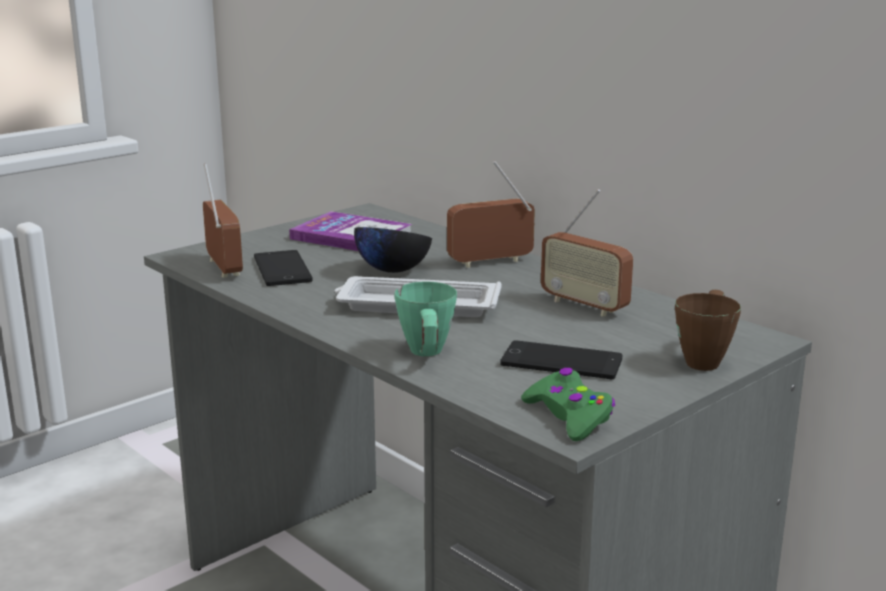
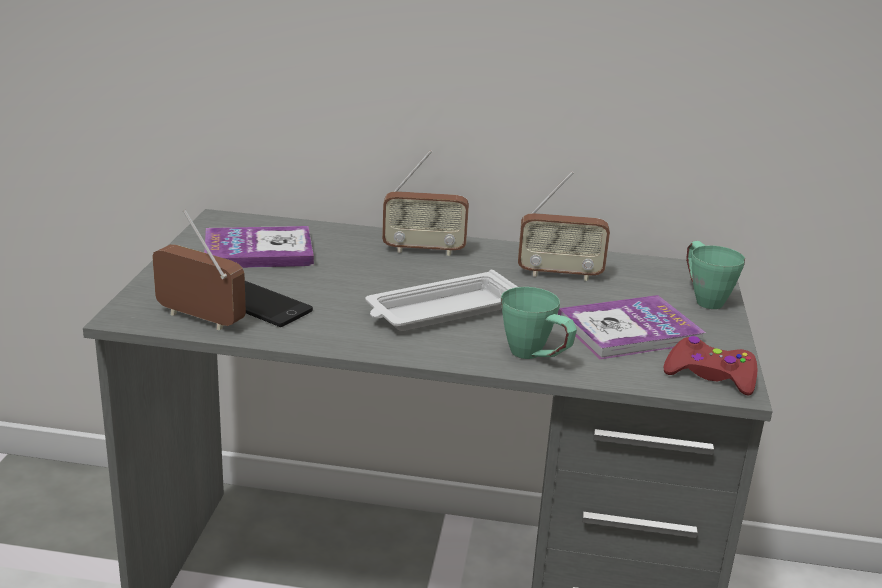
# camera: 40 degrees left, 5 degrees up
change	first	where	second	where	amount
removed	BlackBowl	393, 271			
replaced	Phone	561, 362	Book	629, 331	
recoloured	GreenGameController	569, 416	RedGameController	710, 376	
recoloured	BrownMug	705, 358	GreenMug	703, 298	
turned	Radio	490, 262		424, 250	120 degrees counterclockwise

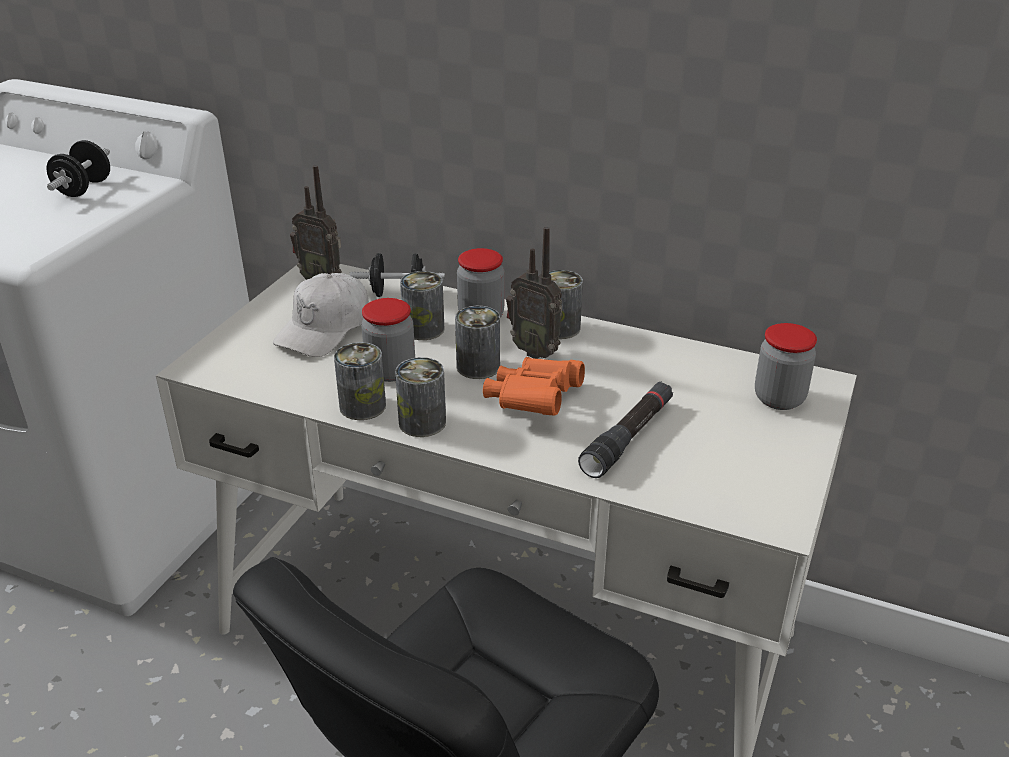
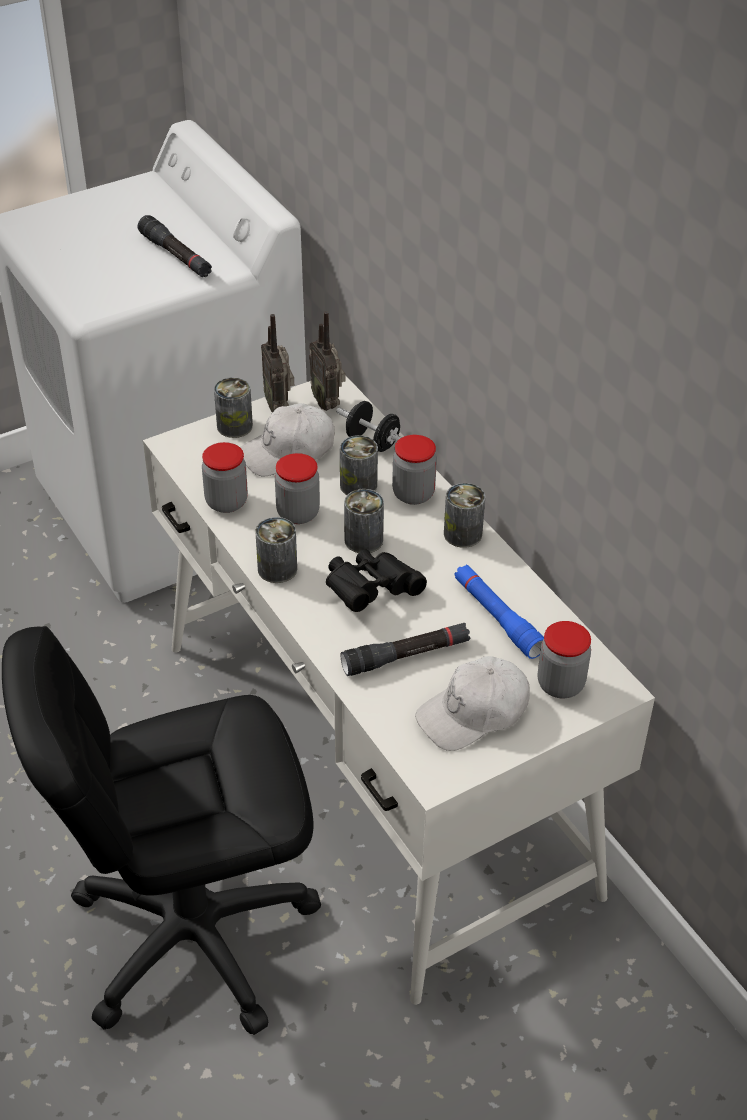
# camera: 35 degrees right, 10 degrees up
change	first	where	second	where	amount
added			Jar	226, 502	
added			WhiteCap	474, 713	
added			BlueFlashlight	497, 617	
moved	Can	362, 406		234, 426	
moved	Radio	535, 351		279, 405	
replaced	BlackDumbbell	84, 189	BlackFlashlight	176, 256	
recoloured	OrangeBinoculars	533, 402	BlackBinoculars	370, 591	

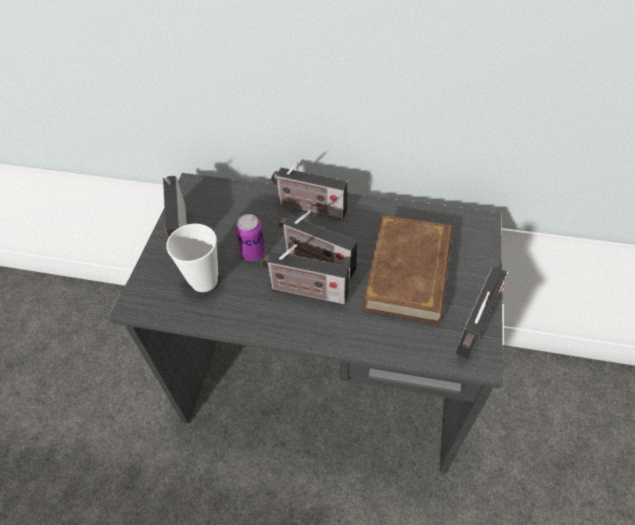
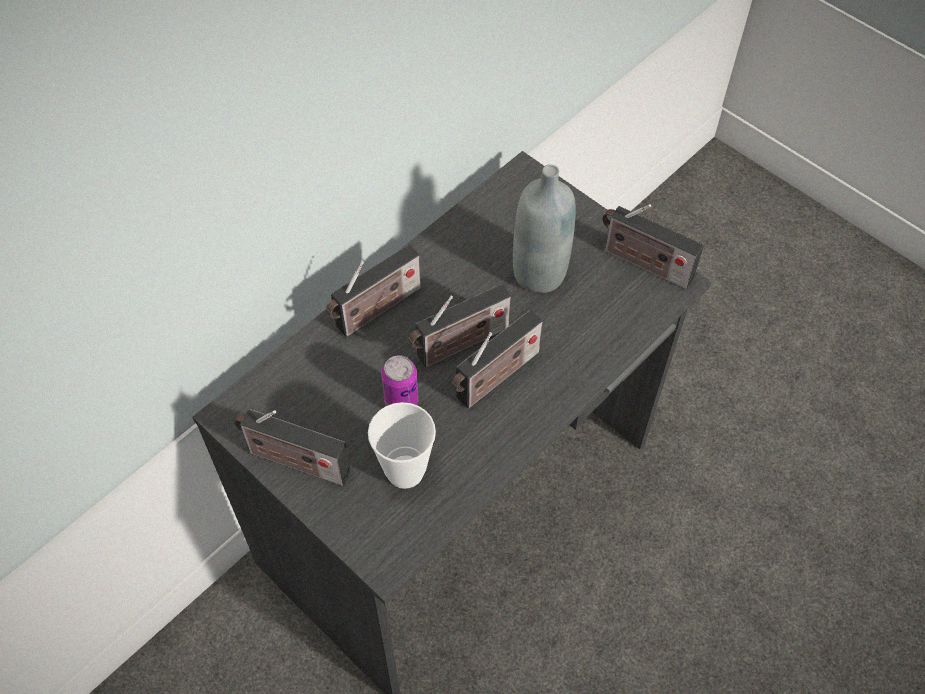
# camera: 60 degrees left, 5 degrees up
change	first	where	second	where	amount
replaced	BrownBook	409, 272	GreyBottle	539, 273	
turned	Radio	475, 329		643, 263	150 degrees clockwise

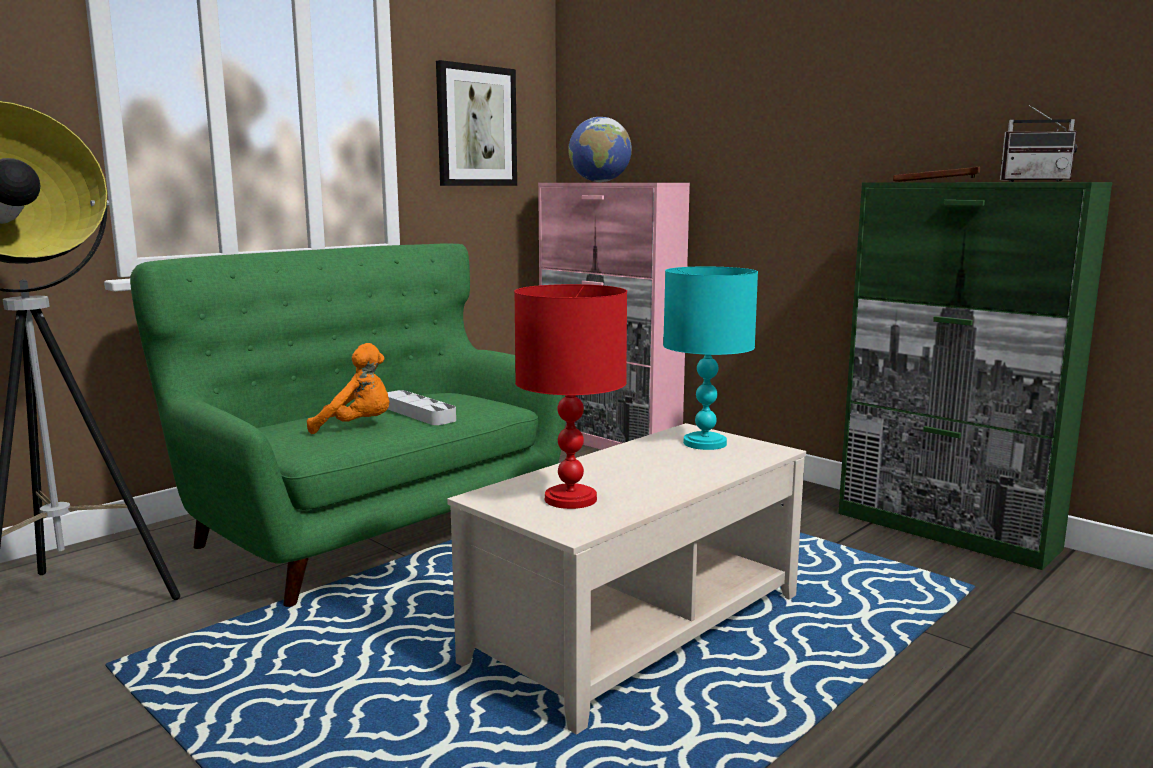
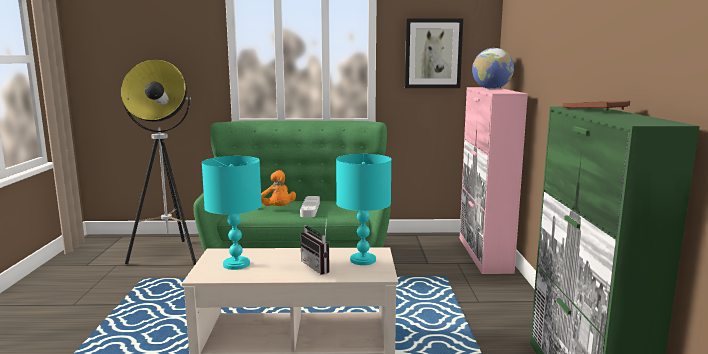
# camera: 45 degrees right, 0 degrees up
change	first	where	second	where	amount
moved	Radio	1033, 181		319, 267	
recoloured	RedTableLamp	572, 499	TurquoiseTableLamp	236, 264	

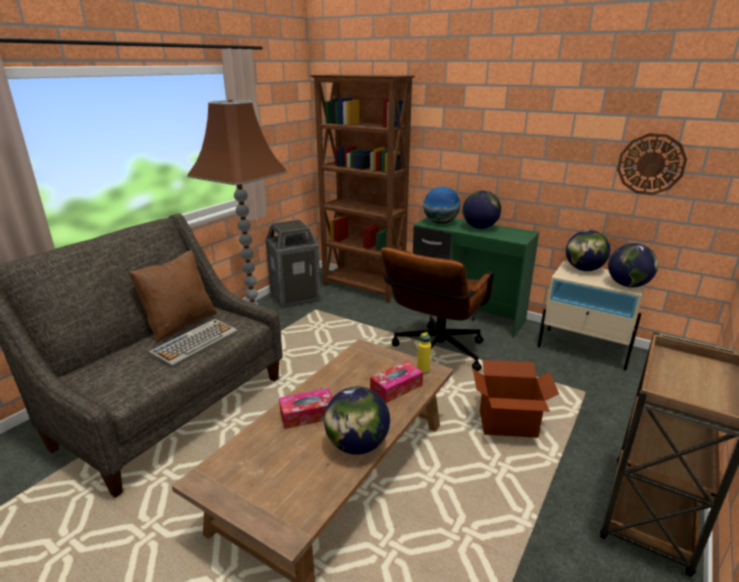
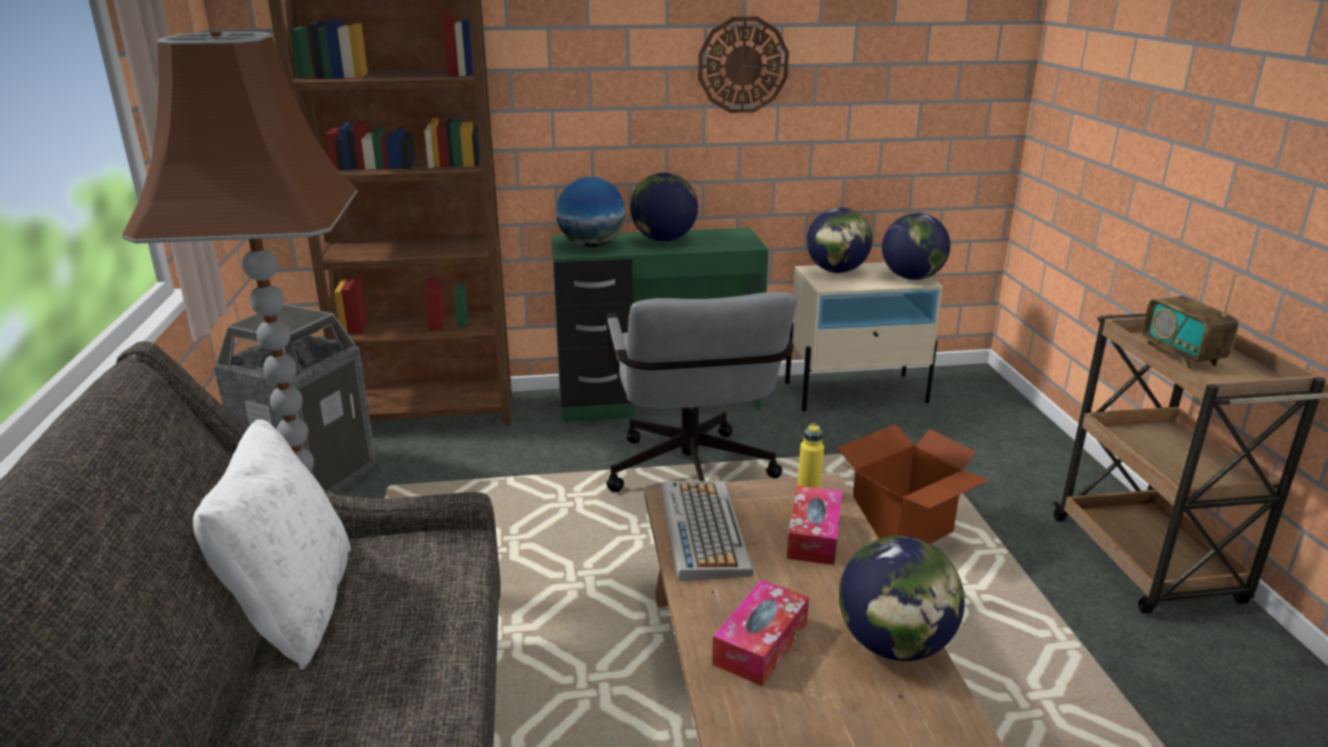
# camera: 40 degrees left, 0 degrees up
change	first	where	second	where	amount
added			Radio	1181, 356	
moved	Keyboard	195, 343		702, 529	
moved	WallClock	651, 164		743, 65	
recoloured	BrownPillow	179, 324	WhitePillow	293, 607	
recoloured	BrownOfficeChair	435, 355	GreyOfficeChair	692, 480	

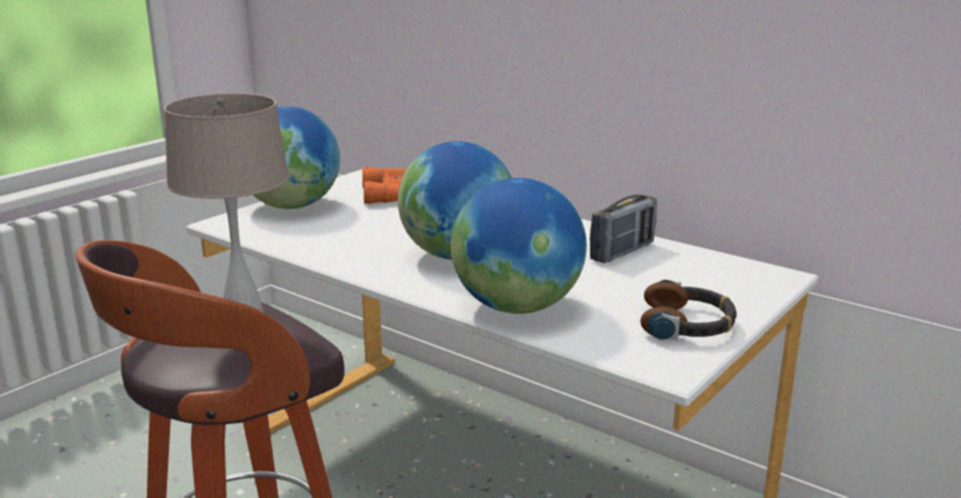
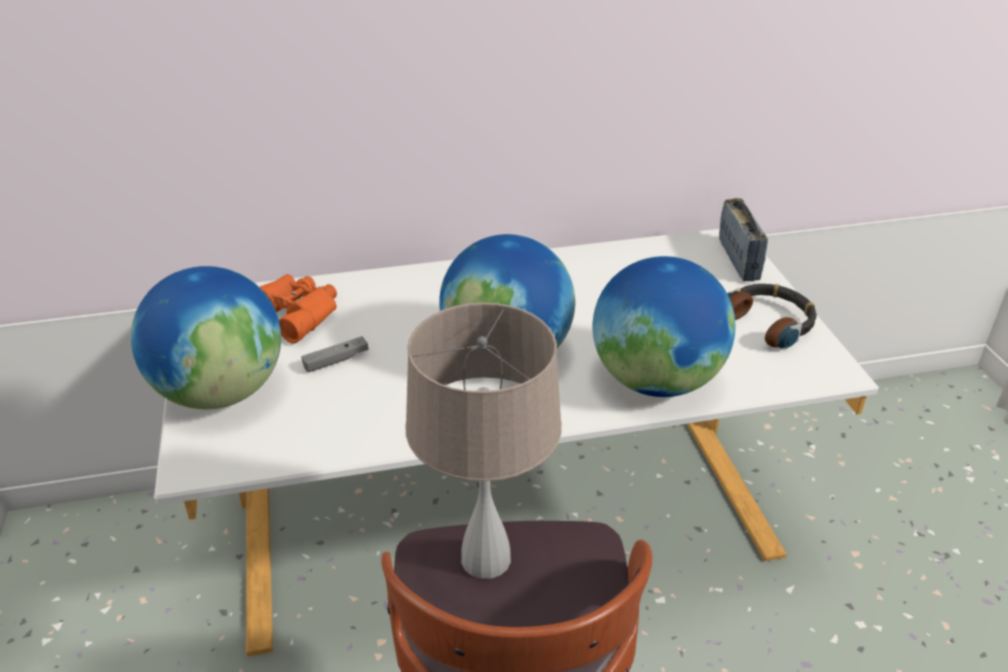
# camera: 50 degrees left, 15 degrees up
change	first	where	second	where	amount
added			GreyGameController	336, 360	
moved	Radio	622, 252		738, 260	

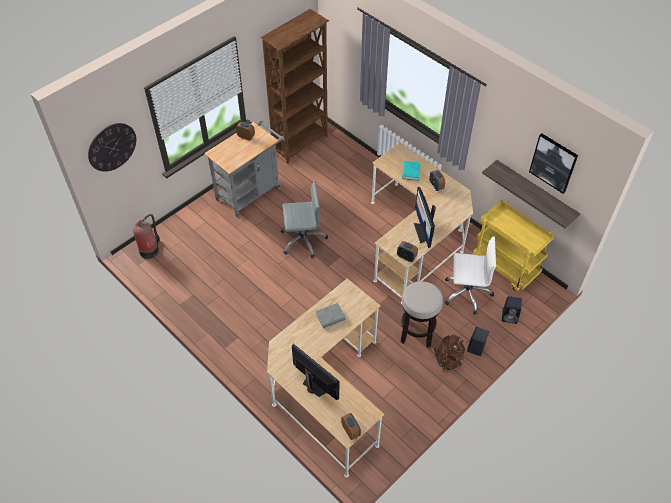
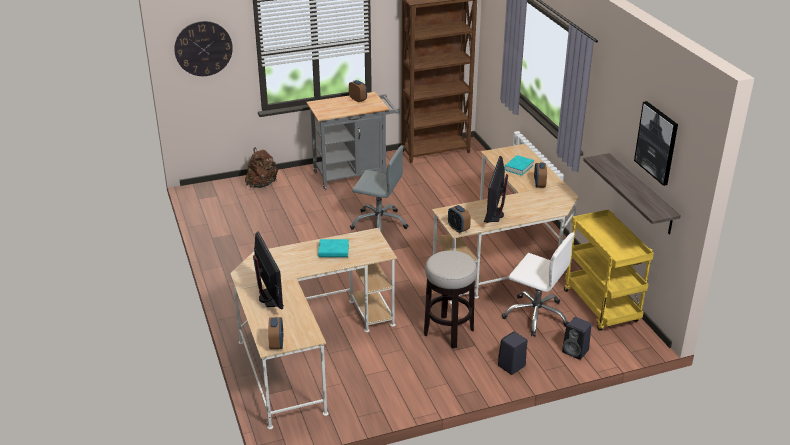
# camera: 25 degrees right, 20 degrees down
change	first	where	second	where	amount
removed	FireExtinguisher	150, 250			
moved	BrownBackpack	448, 360		262, 184	
recoloured	GreyBook	330, 317	TurquoiseBook	333, 251	

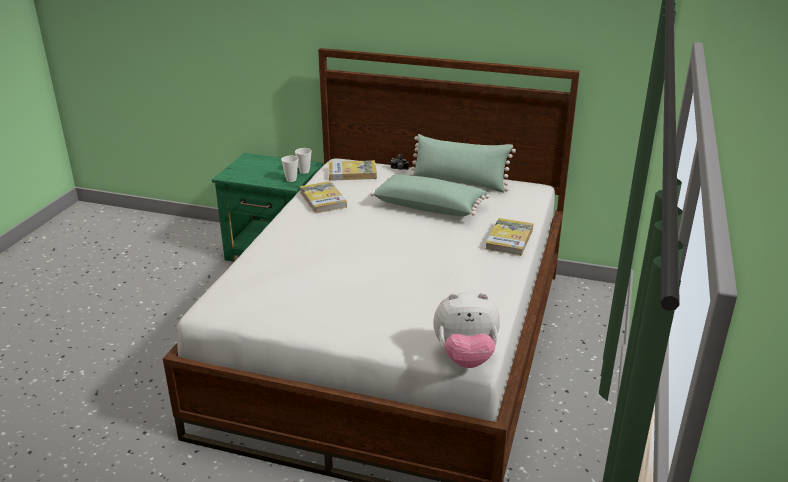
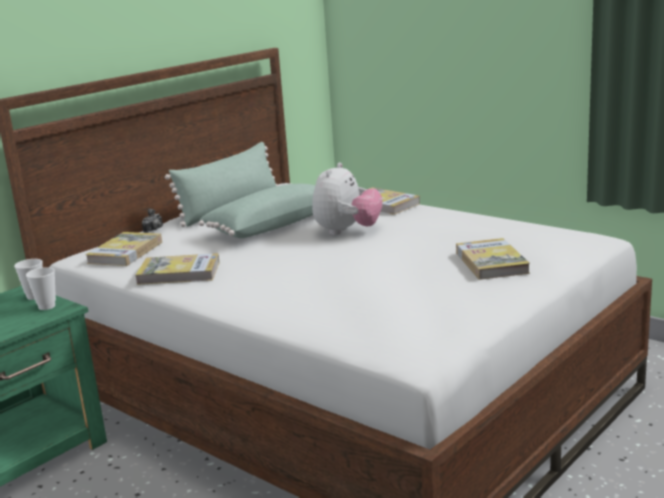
# camera: 65 degrees left, 10 degrees down
change	first	where	second	where	amount
added			Book	491, 263	
moved	PlushToy	465, 357		347, 232	

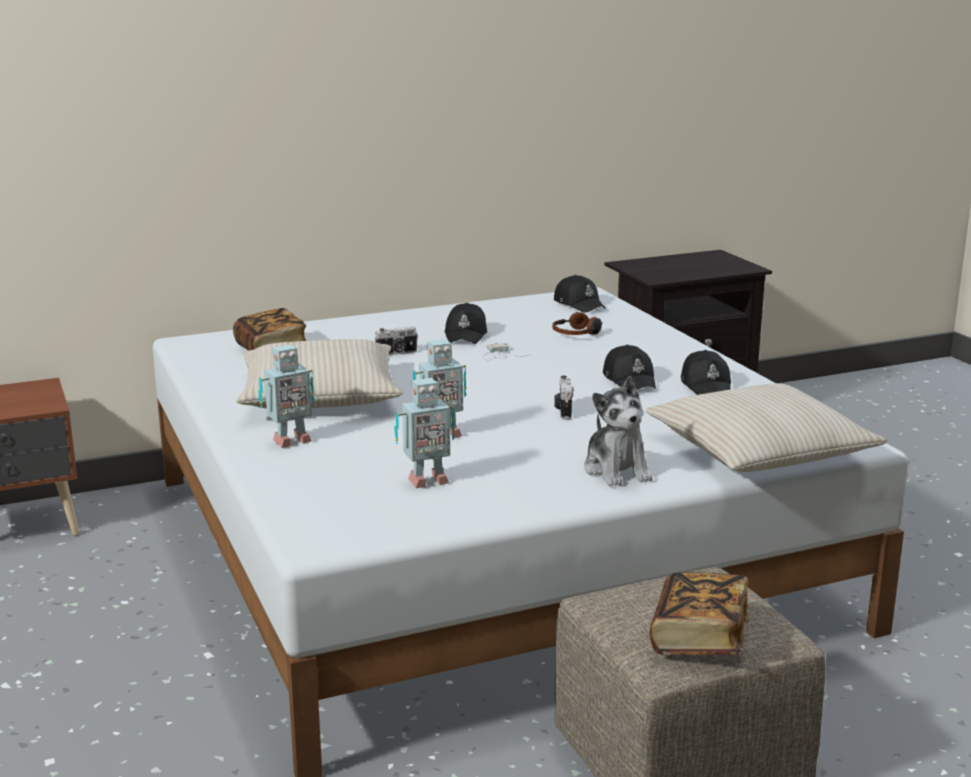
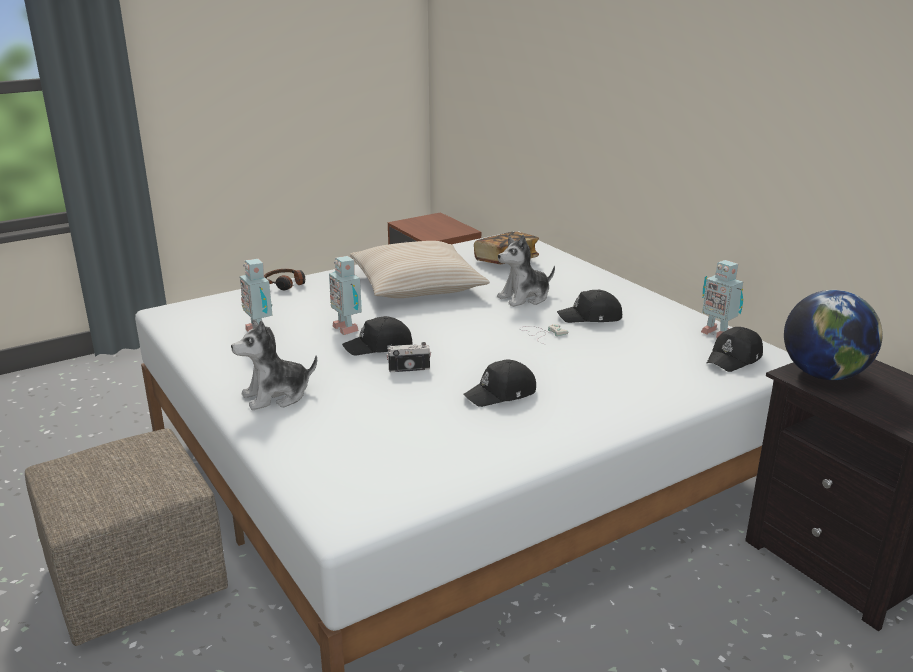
# camera: 80 degrees right, 5 degrees up
change	first	where	second	where	amount
removed	BeigePillow	759, 450			
removed	Book	699, 637			
added			Globe	823, 375	
moved	ToyRobot	289, 440		716, 333	
moved	Headphones	577, 333		286, 284	
moved	BlackCap	706, 386		379, 346	
replaced	PhotoCamera	397, 353	PlushToy	524, 297	

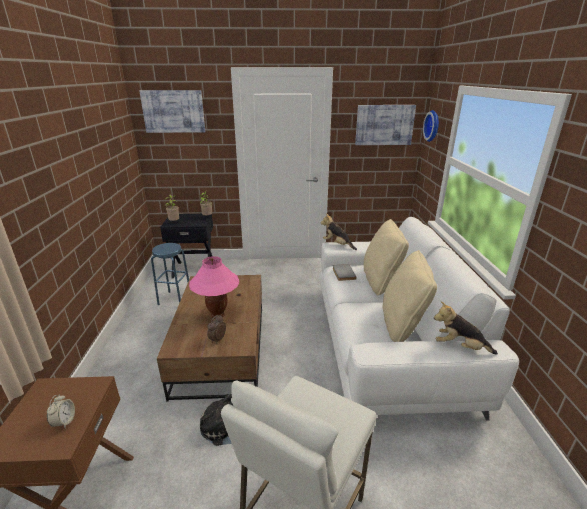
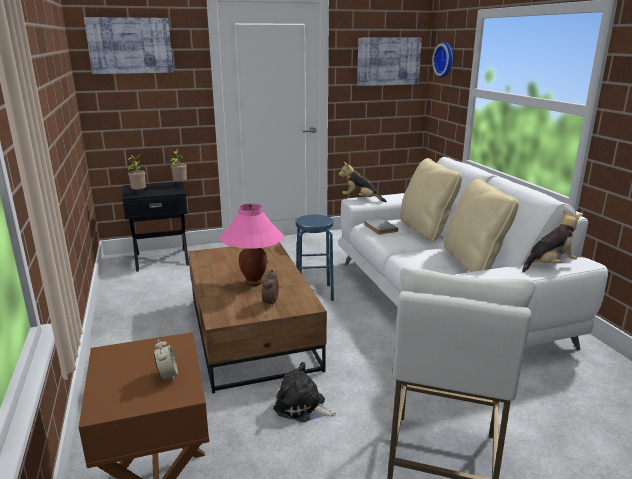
# camera: 15 degrees left, 5 degrees down
change	first	where	second	where	amount
moved	BlueStool	175, 299		314, 293	
turned	PlushToy	459, 347		549, 265	150 degrees clockwise

